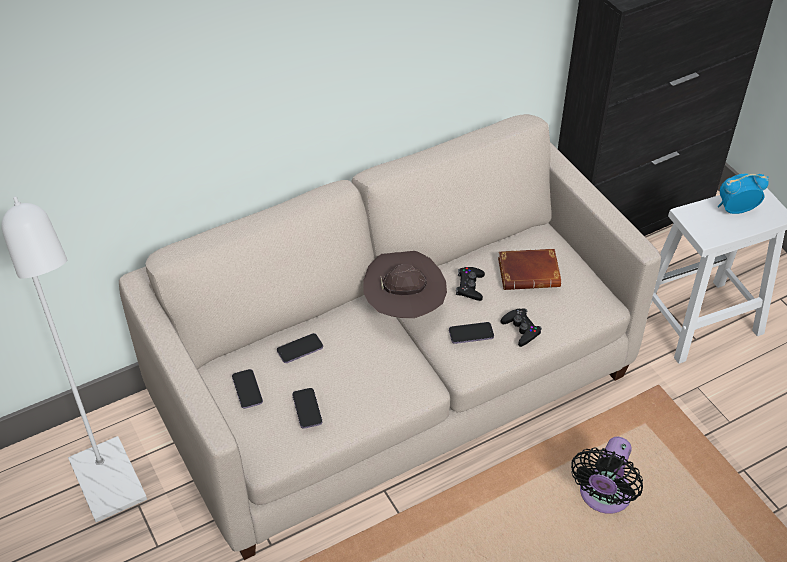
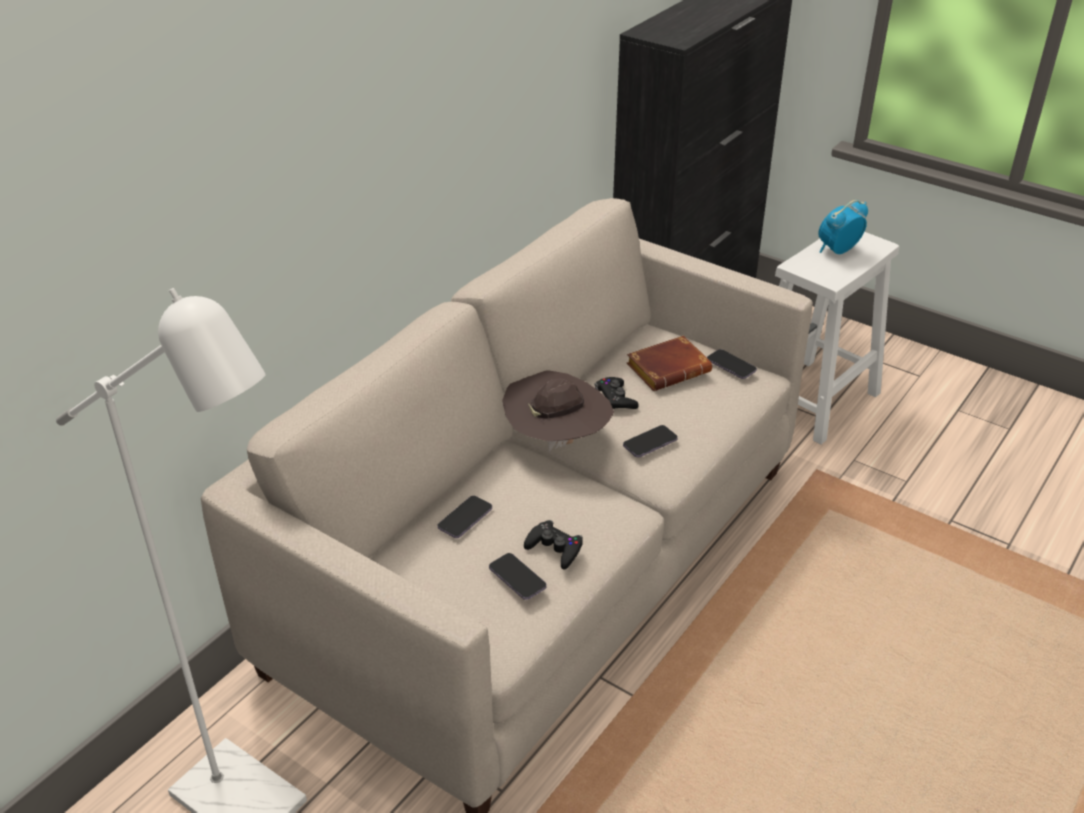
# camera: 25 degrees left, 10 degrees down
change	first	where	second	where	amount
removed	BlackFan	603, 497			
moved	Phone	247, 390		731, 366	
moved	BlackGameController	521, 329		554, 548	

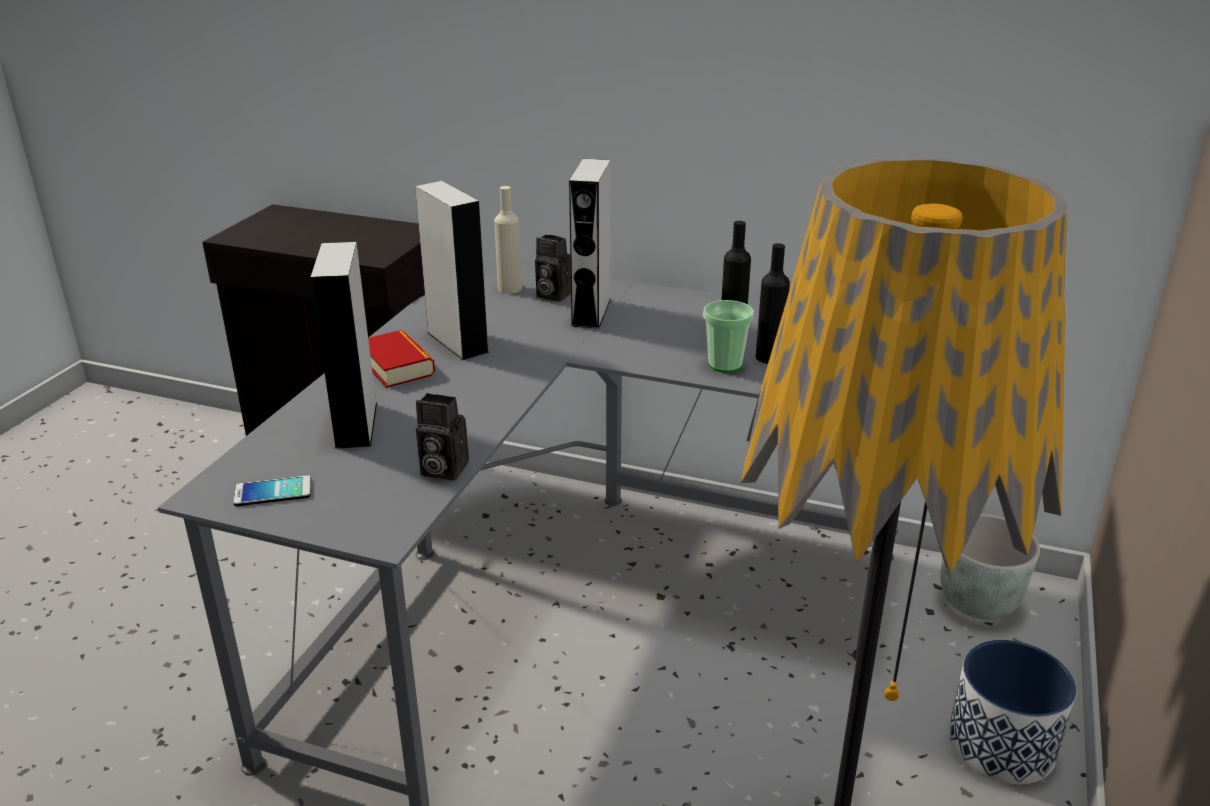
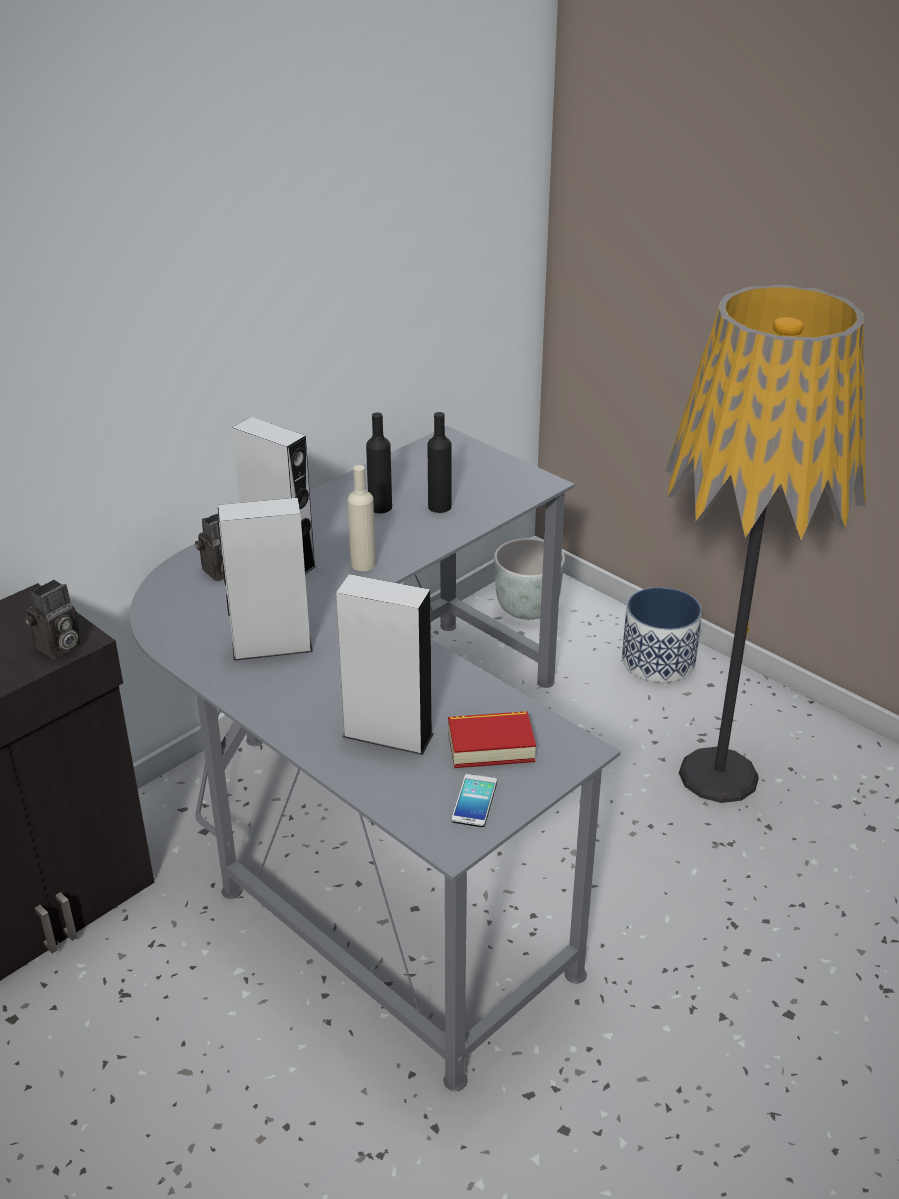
# camera: 65 degrees left, 5 degrees up
change	first	where	second	where	amount
removed	Cup	725, 365			
moved	Book	396, 366		490, 746	
moved	PhotoCamera	441, 469		58, 648	
moved	BeigeBottle	509, 288		363, 564	

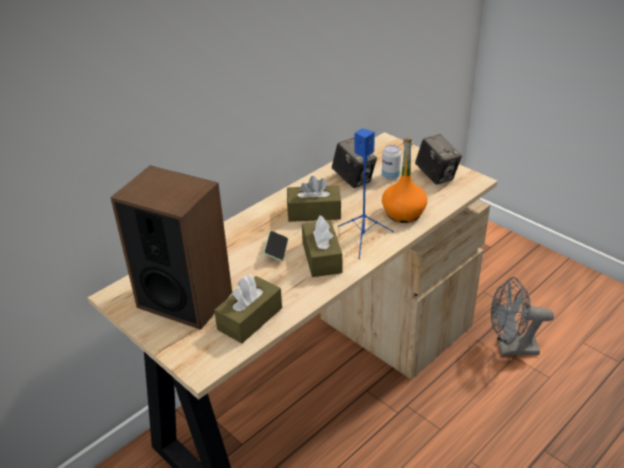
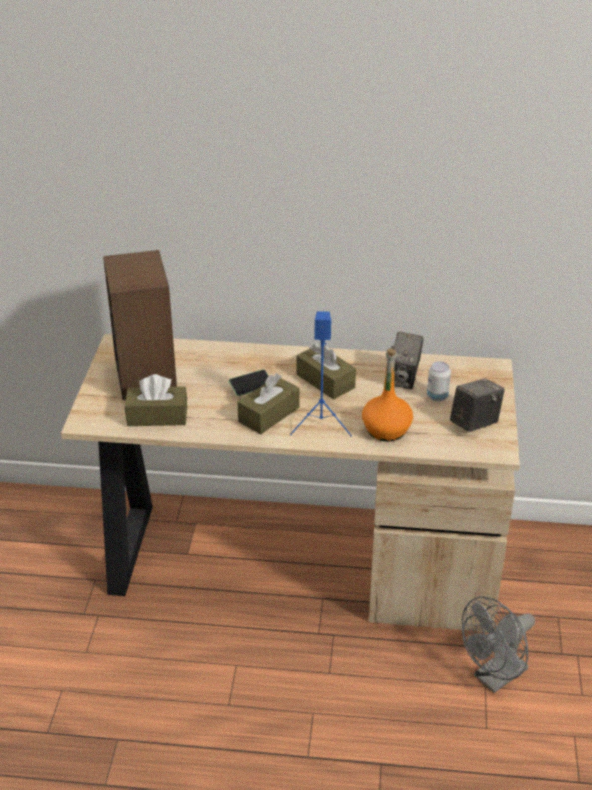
# camera: 50 degrees right, 0 degrees up
change	first	where	second	where	amount
turned	PhotoCamera	436, 176		474, 423	150 degrees counterclockwise
turned	GreyFan	511, 348		495, 678	90 degrees counterclockwise

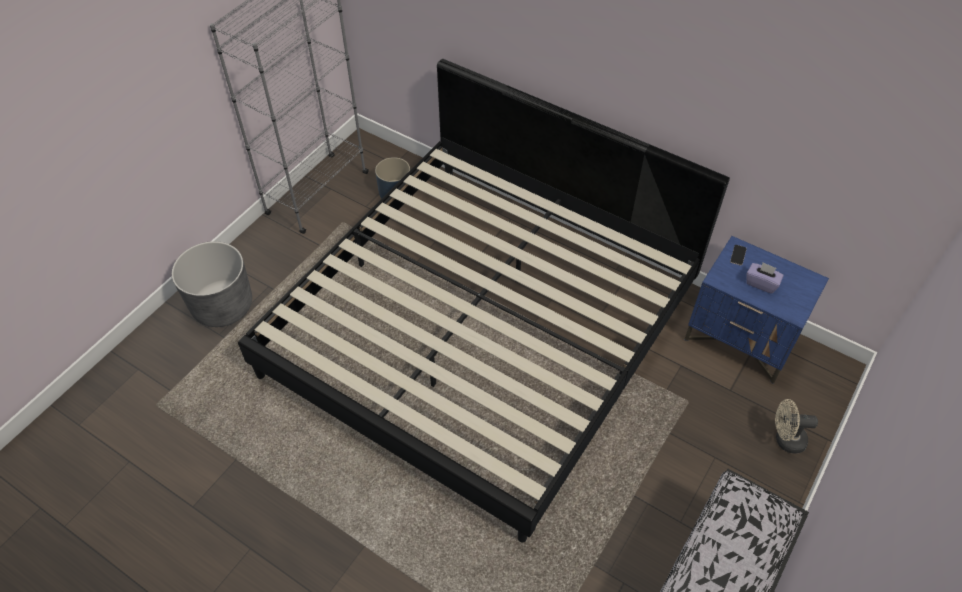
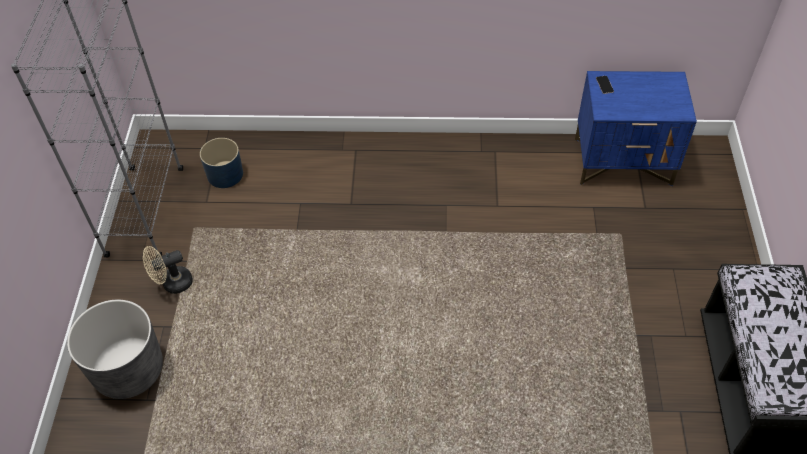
# camera: 30 degrees left, 0 degrees up
change	first	where	second	where	amount
removed	Bed	481, 330			
removed	PurpleTissueBox	761, 283			
moved	BeigeFan	785, 440		172, 284	

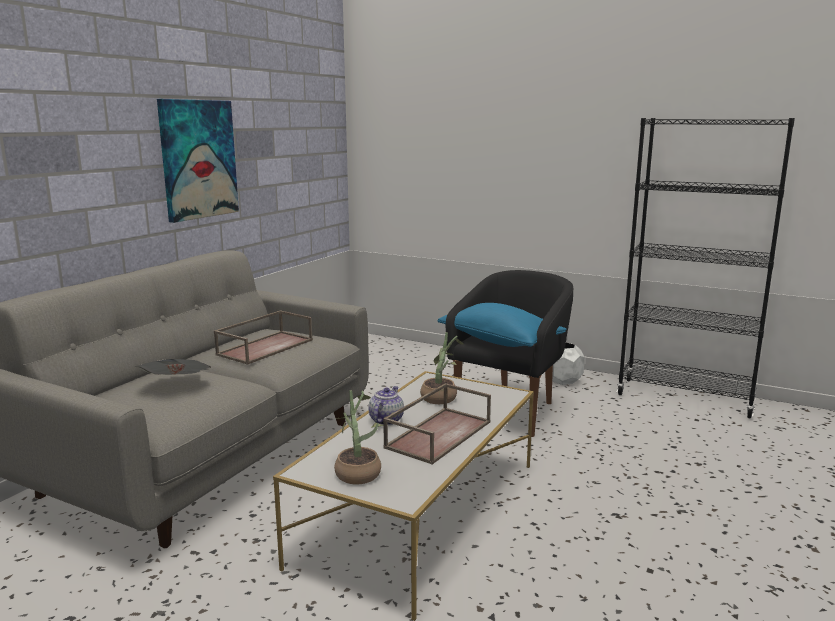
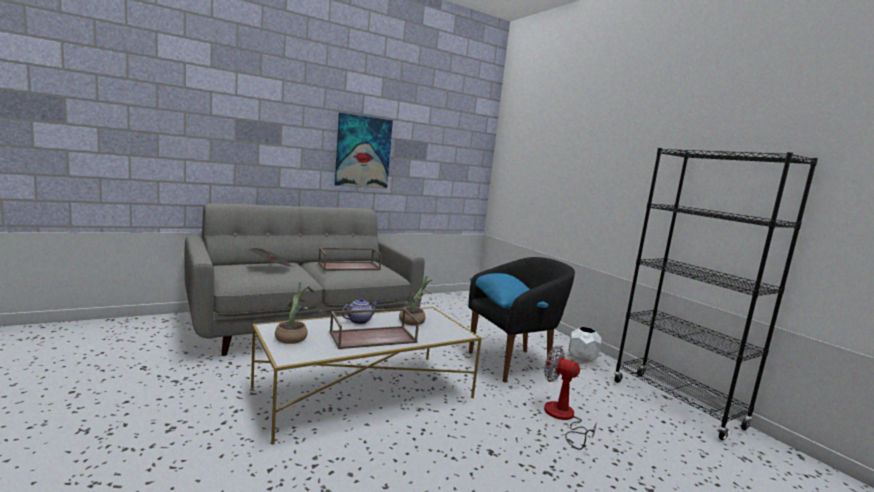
# camera: 30 degrees right, 5 degrees down
change	first	where	second	where	amount
added			Fan	562, 418	

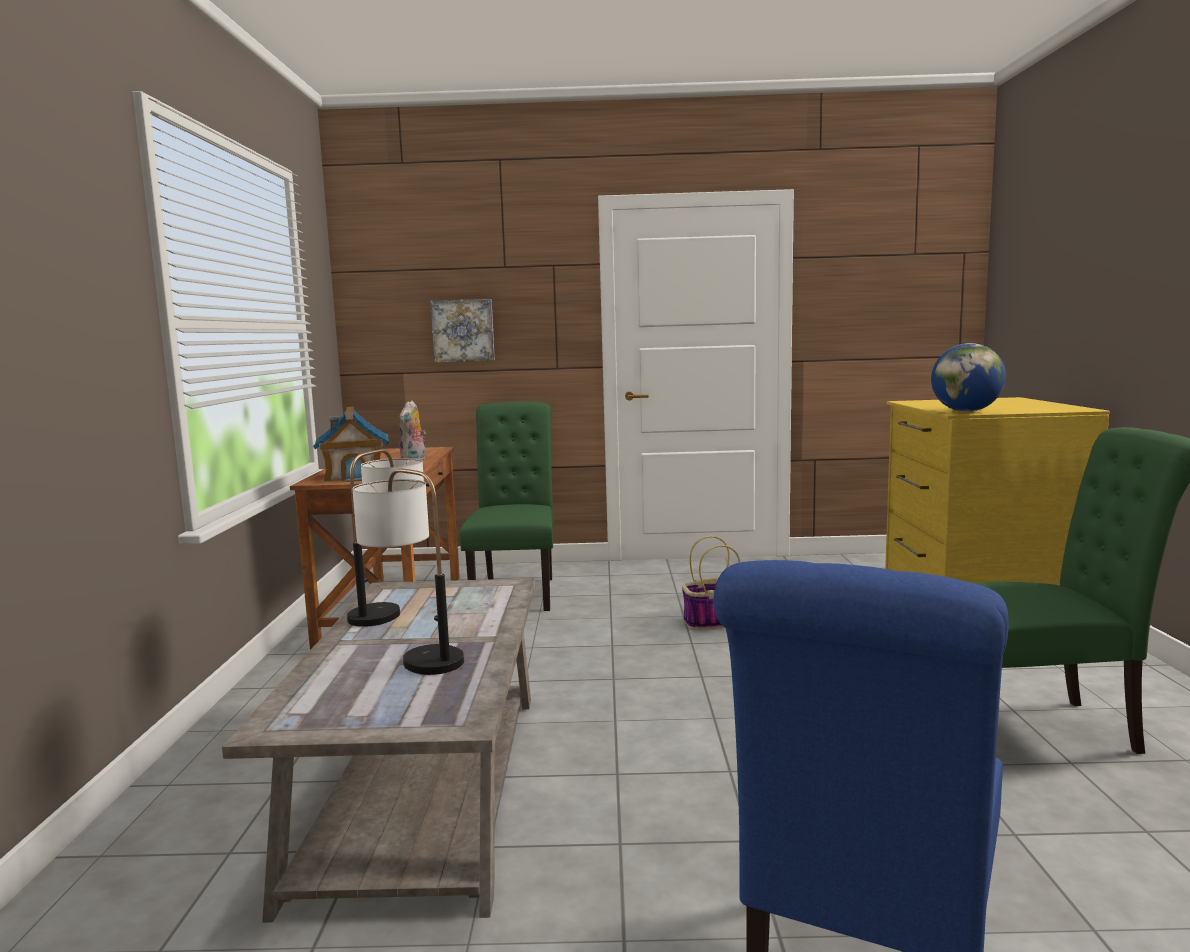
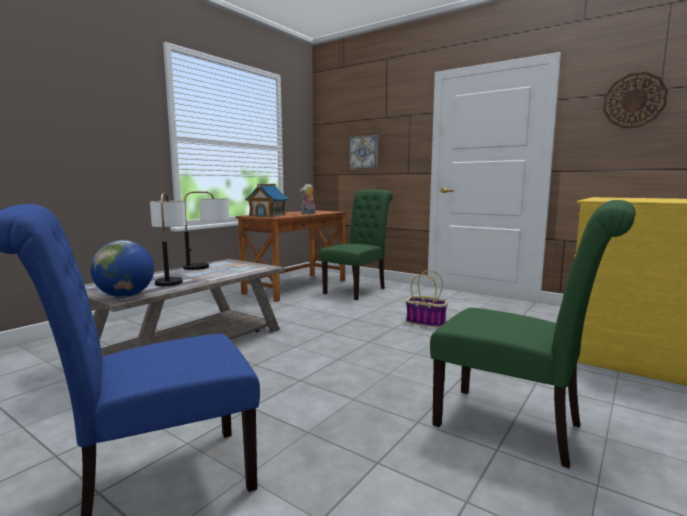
# camera: 35 degrees right, 0 degrees up
change	first	where	second	where	amount
added			WallClock	634, 100	
moved	Globe	966, 411		125, 296	

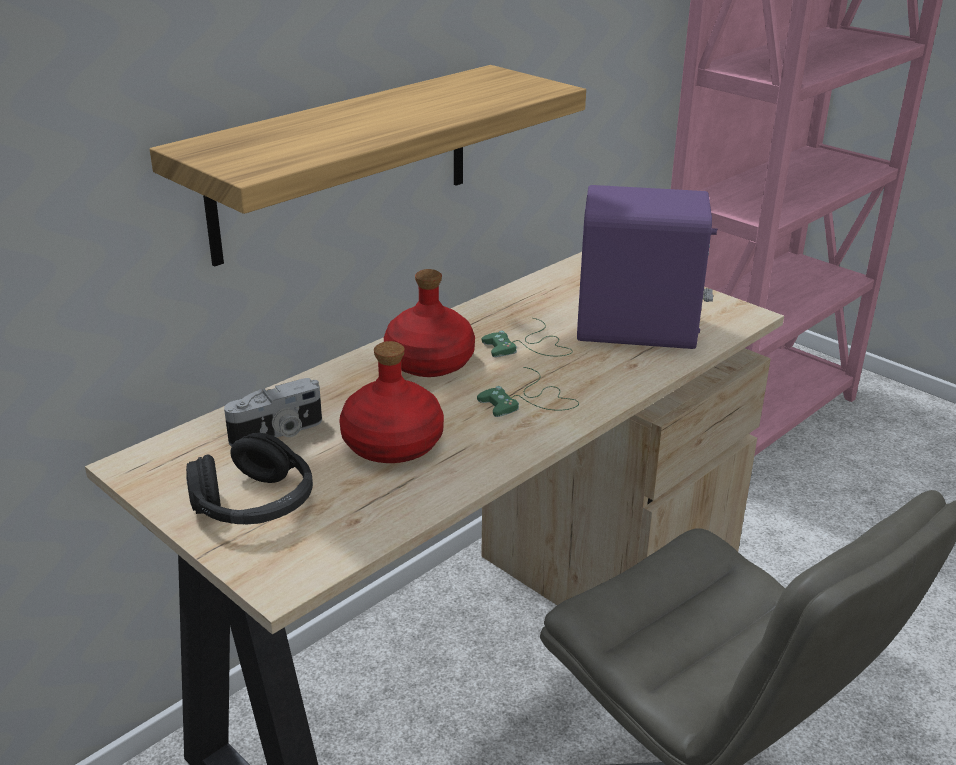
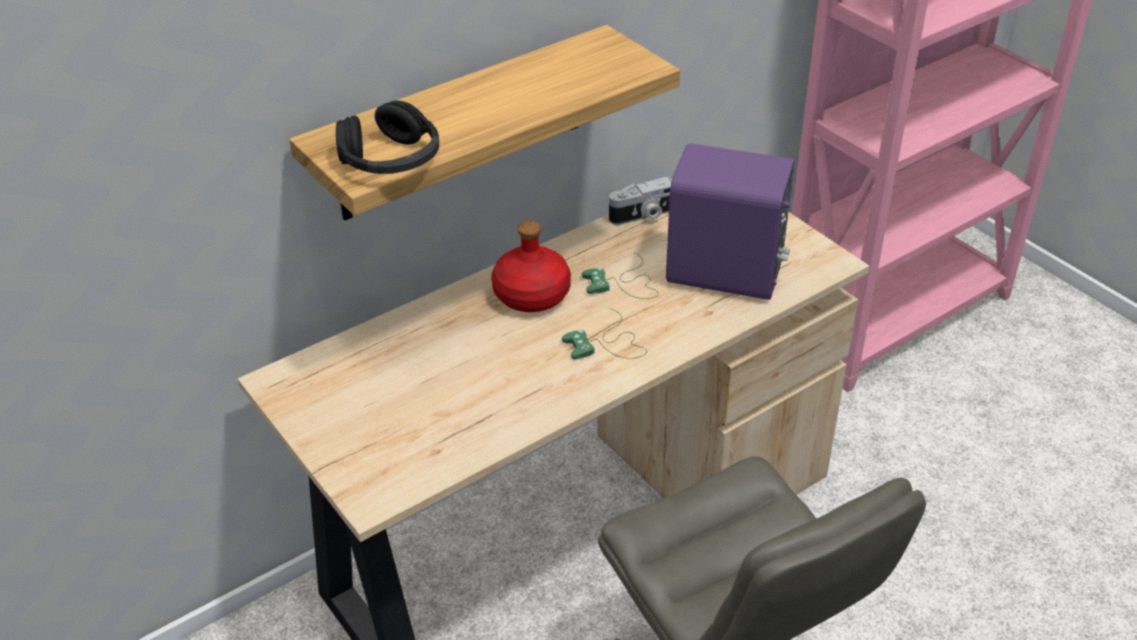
# camera: 10 degrees right, 10 degrees up
change	first	where	second	where	amount
removed	RedBottle	393, 443			
moved	BlackHeadphones	254, 504		391, 160	
moved	PhotoCamera	278, 433		643, 215	

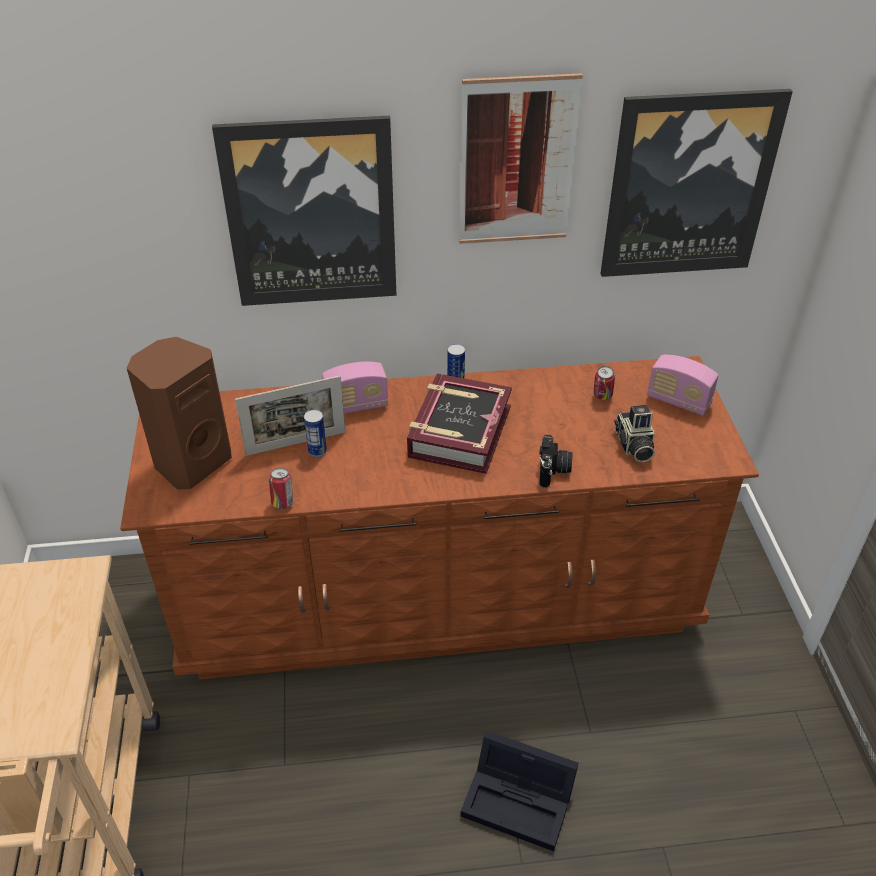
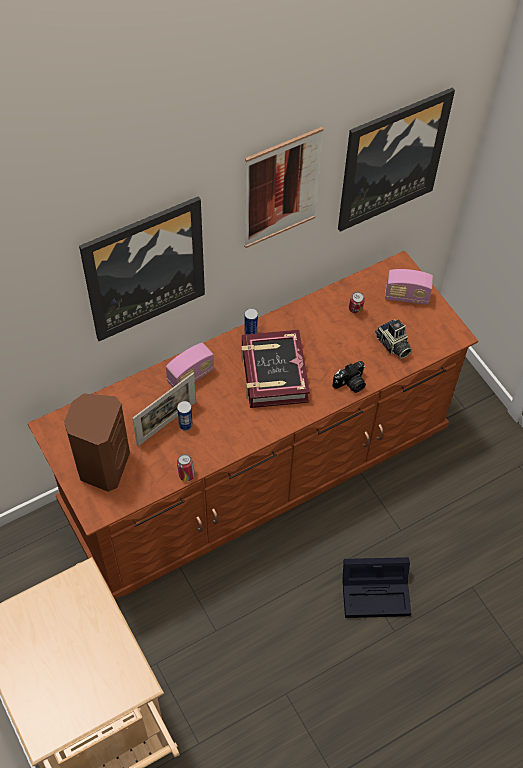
# camera: 25 degrees left, 15 degrees up
change	first	where	second	where	amount
turned	PhotoCamera	553, 471		350, 384	75 degrees clockwise

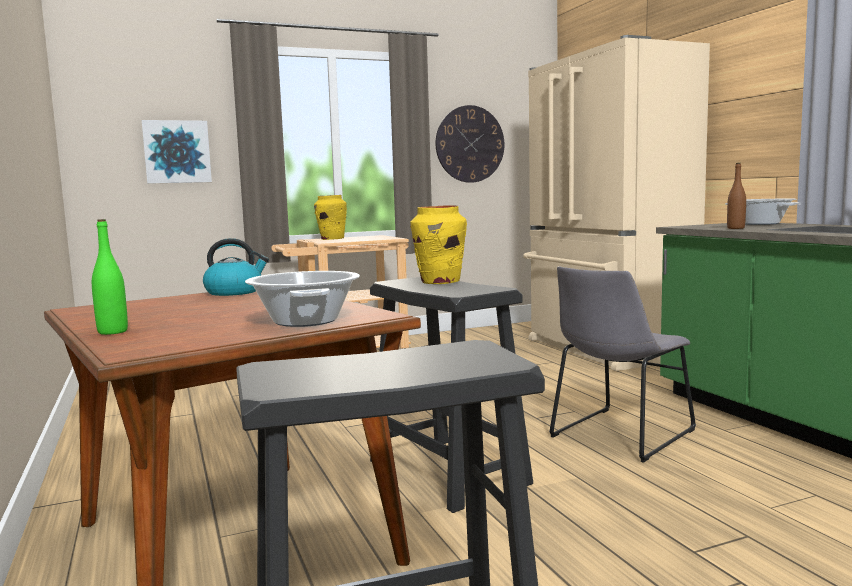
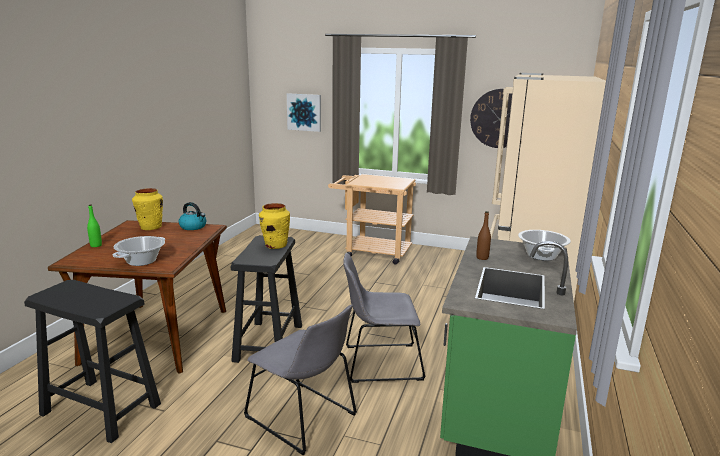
# camera: 40 degrees right, 10 degrees up
change	first	where	second	where	amount
added			GreyChair	304, 418	
moved	YellowVase	332, 239		150, 227	

